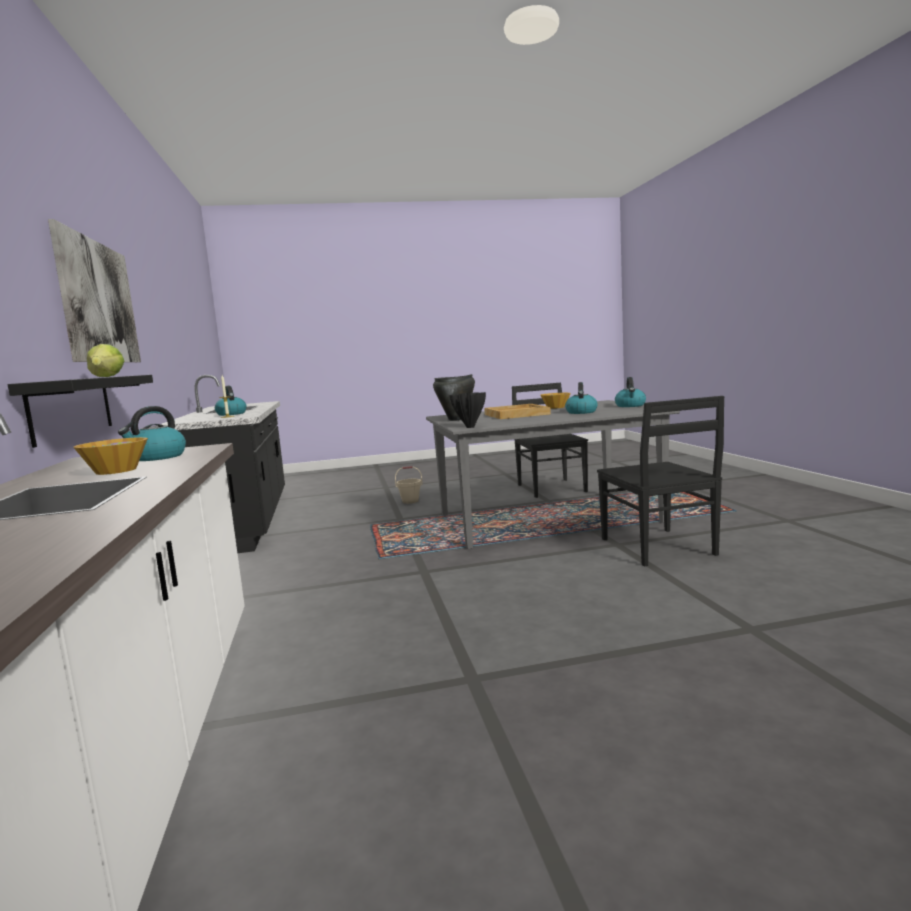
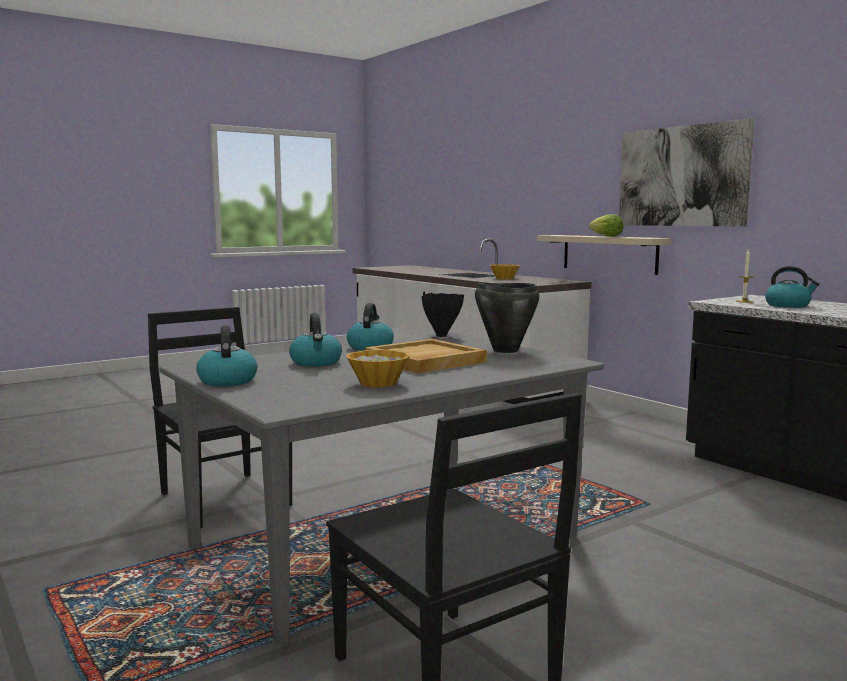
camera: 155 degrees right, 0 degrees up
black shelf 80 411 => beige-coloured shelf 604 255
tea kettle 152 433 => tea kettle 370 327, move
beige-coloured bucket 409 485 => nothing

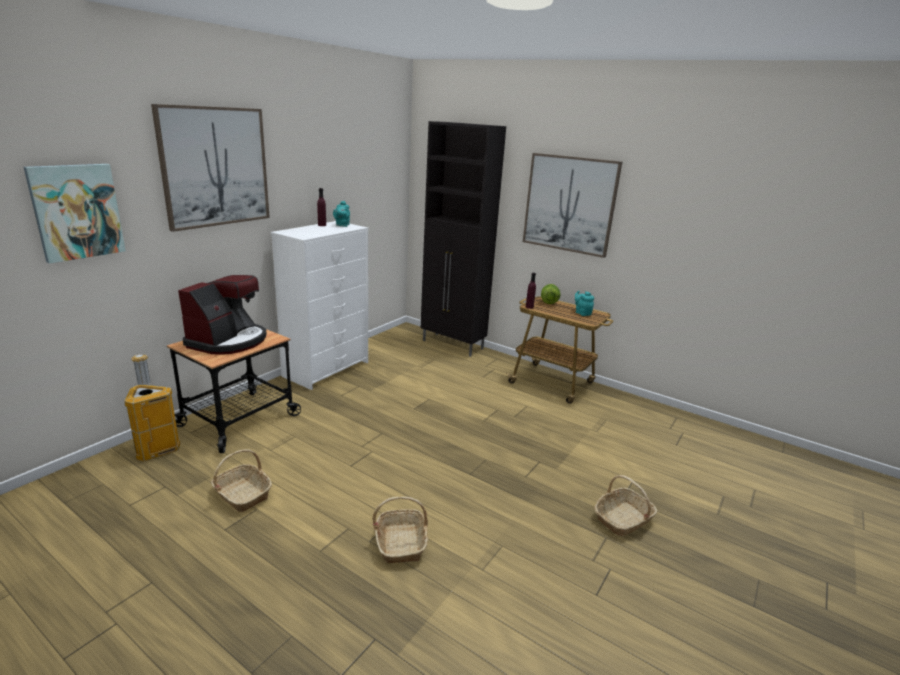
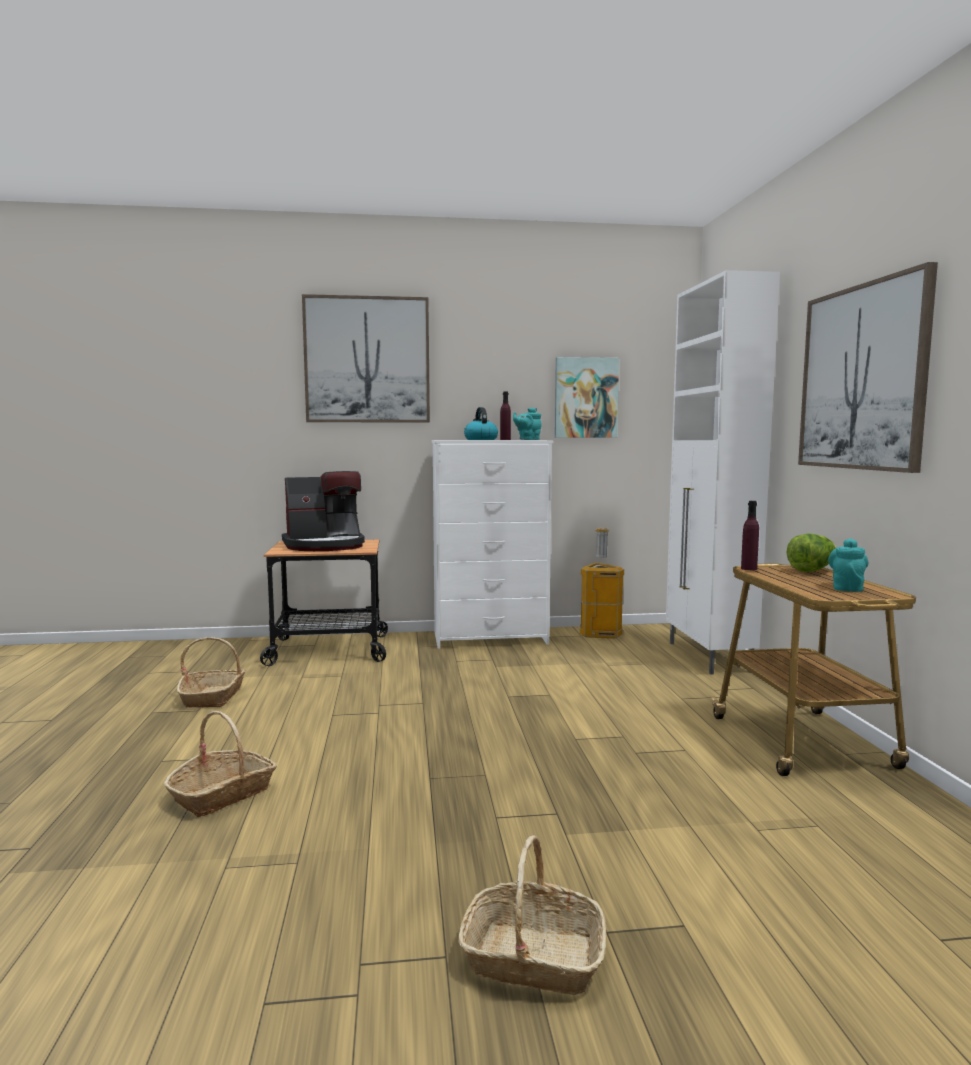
camera: 50 degrees right, 15 degrees down
black storage cabinet 463 239 => whitish storage cabinet 723 472
picture 75 214 => picture 587 397, move
trash can 152 407 => trash can 602 583, move
nothing => tea kettle 481 423

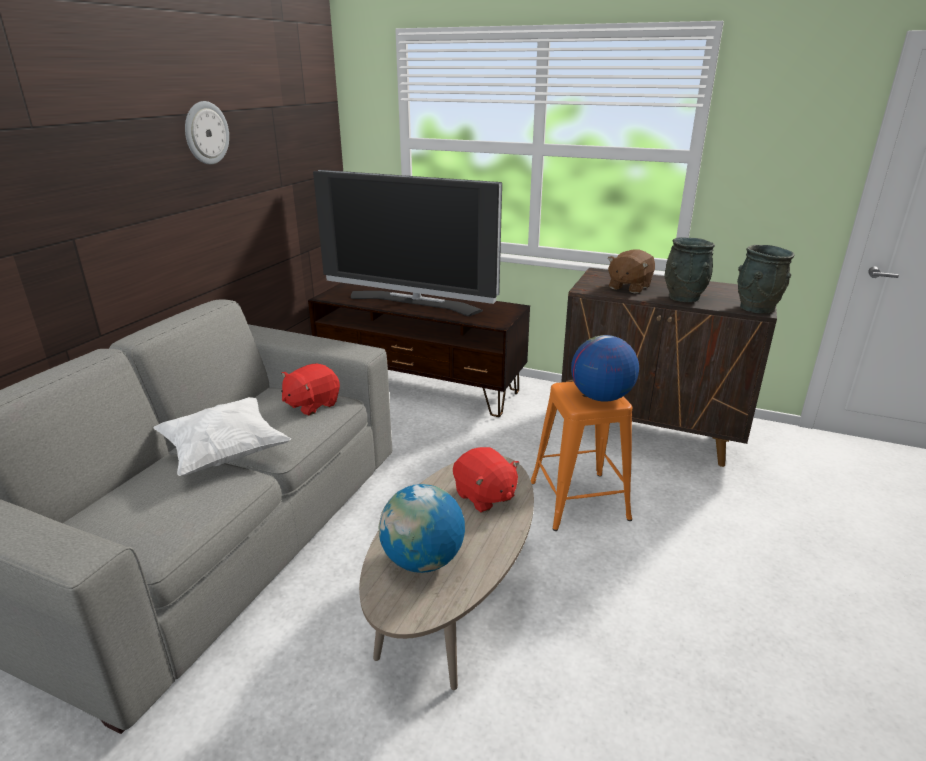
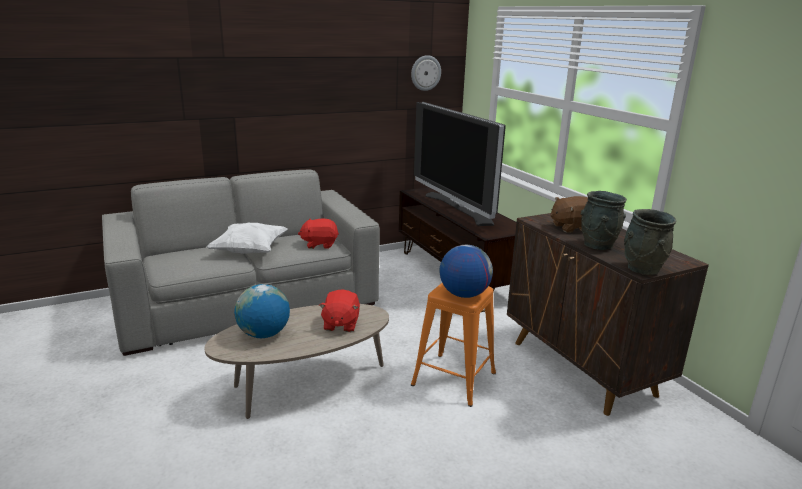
camera: 40 degrees right, 5 degrees down
wall clock 207 133 => wall clock 426 73, move

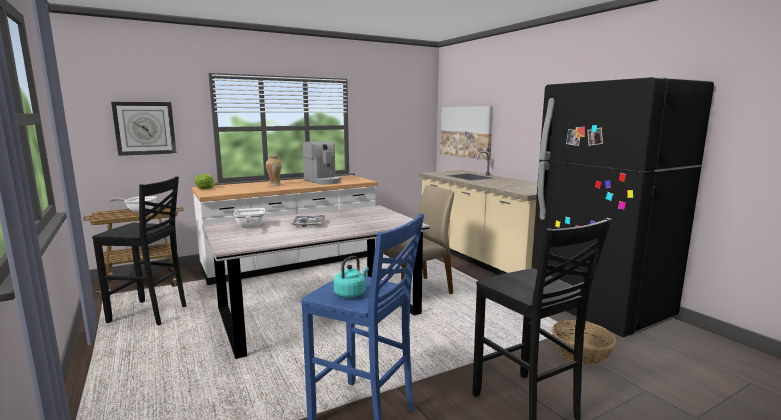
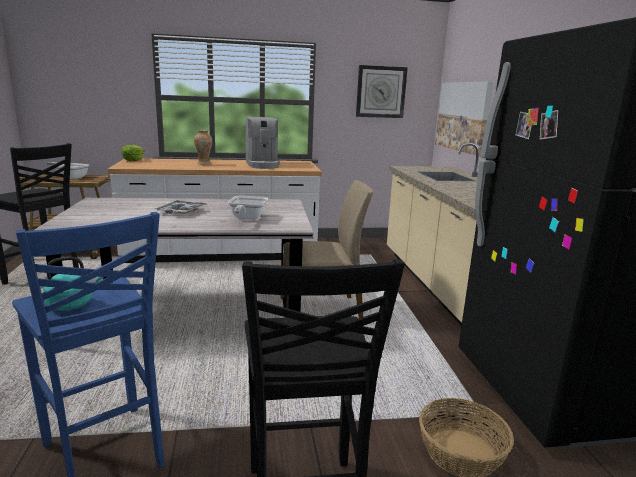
camera: 20 degrees right, 5 degrees up
wall clock 143 129 => wall clock 382 91, move
frying pan 249 218 => frying pan 248 208, move

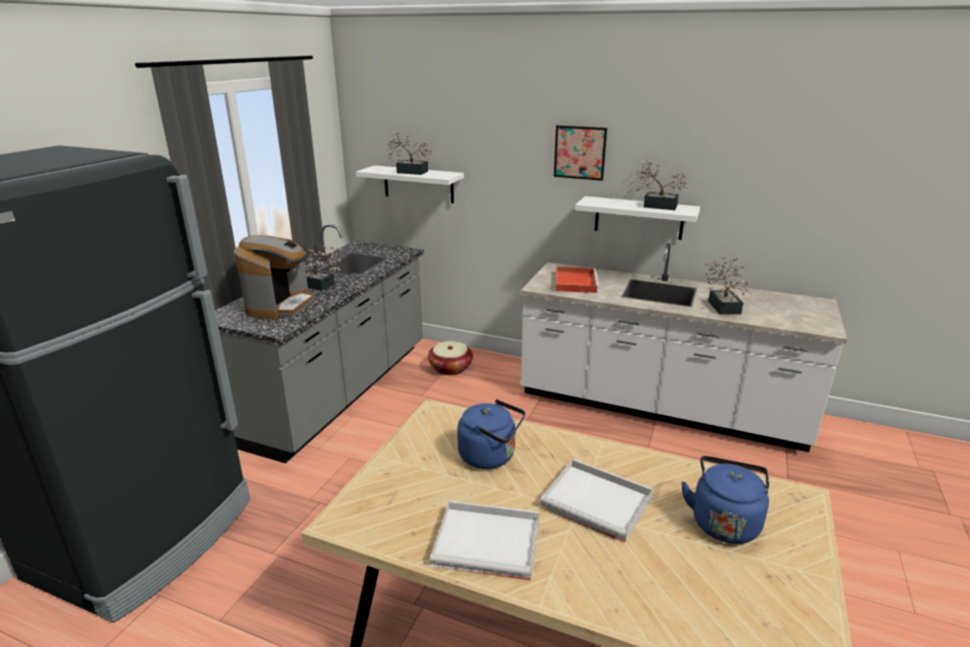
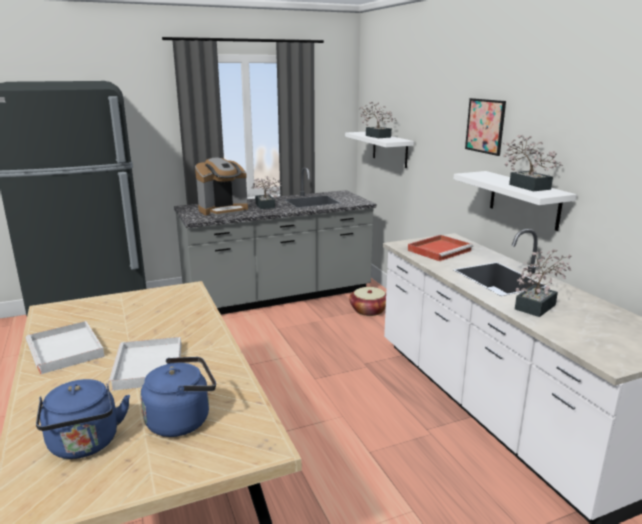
camera: 45 degrees right, 5 degrees down
bluish tea kettle 491 434 => bluish tea kettle 83 419, move

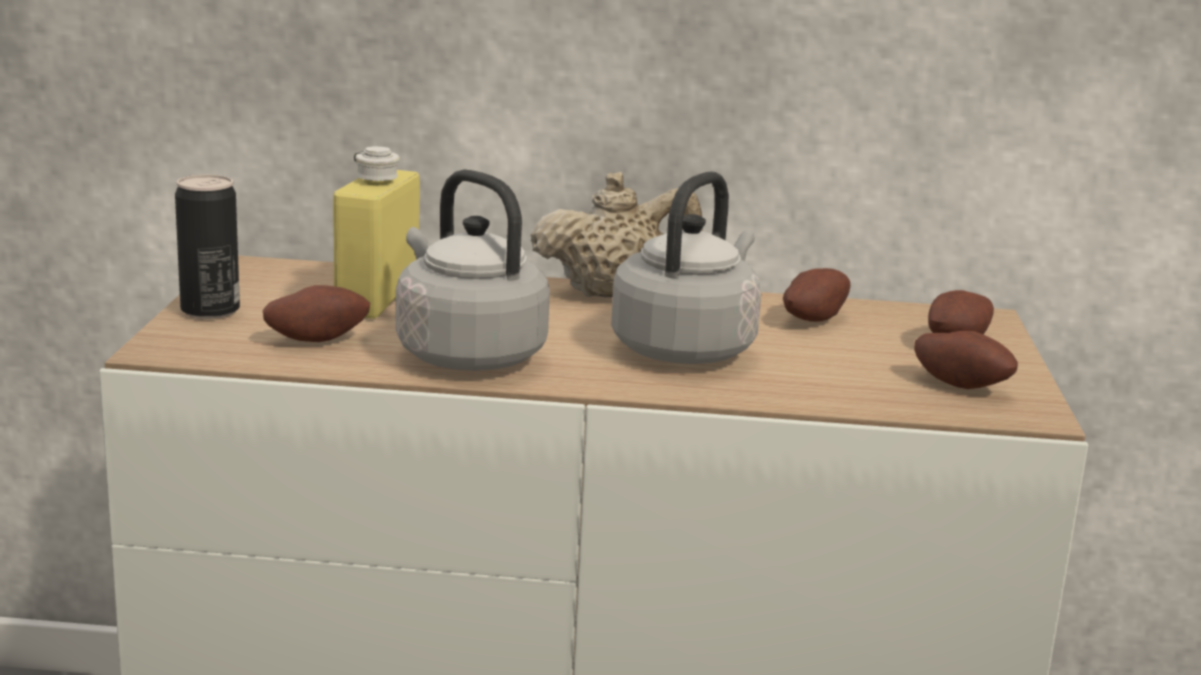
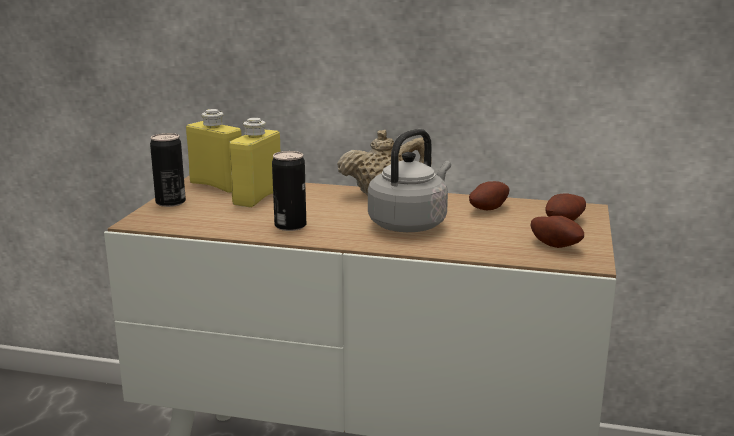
camera: 10 degrees right, 0 degrees up
gray tea kettle 473 270 => metal can 289 191
spud 316 313 => nothing
nothing => yellow-coloured beverage bottle 214 151

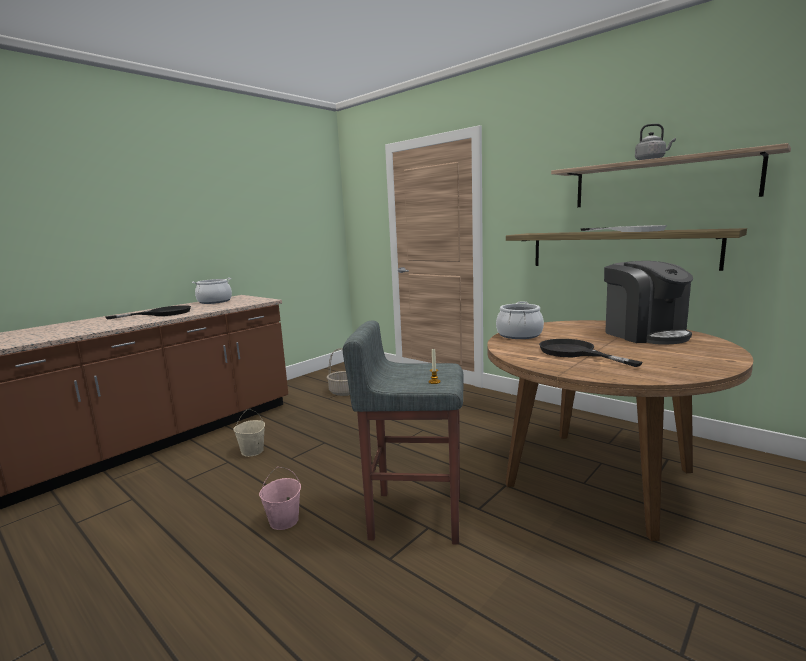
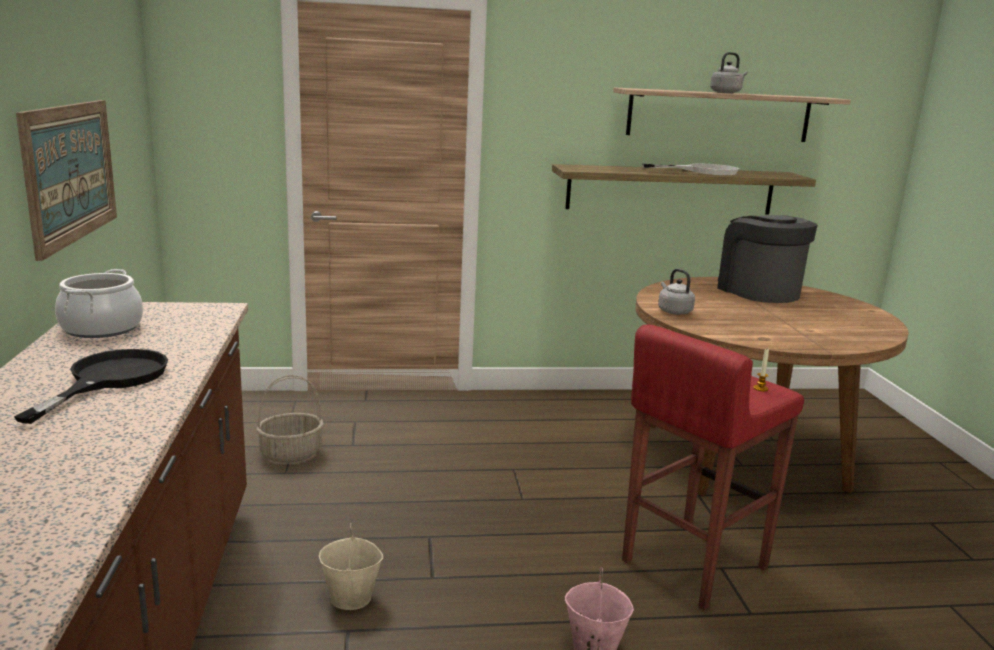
camera: 50 degrees left, 5 degrees up
coffee brewer 648 302 => coffee brewer 767 259, 135 degrees counterclockwise
stockpot 520 320 => gray tea kettle 676 292
gray stool seat 403 433 => red stool seat 713 467
black frying pan 591 353 => nothing
nothing => picture 66 180

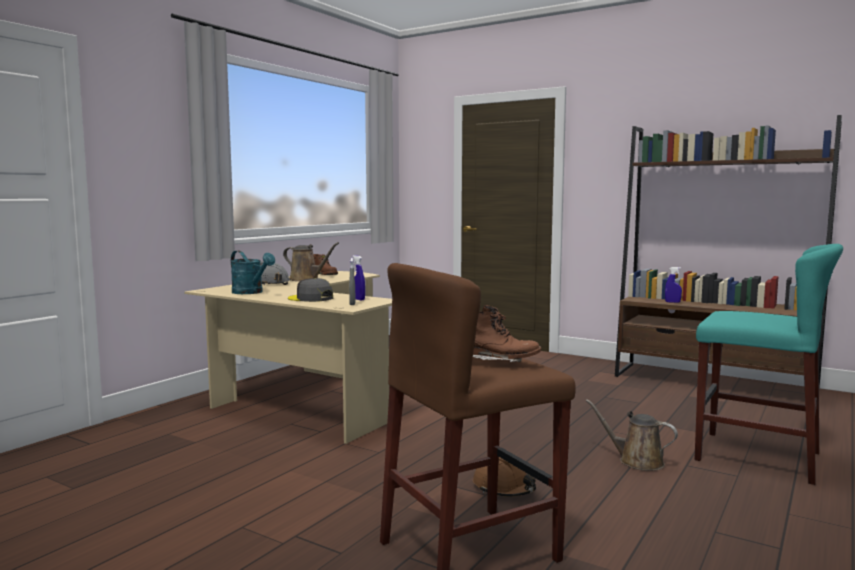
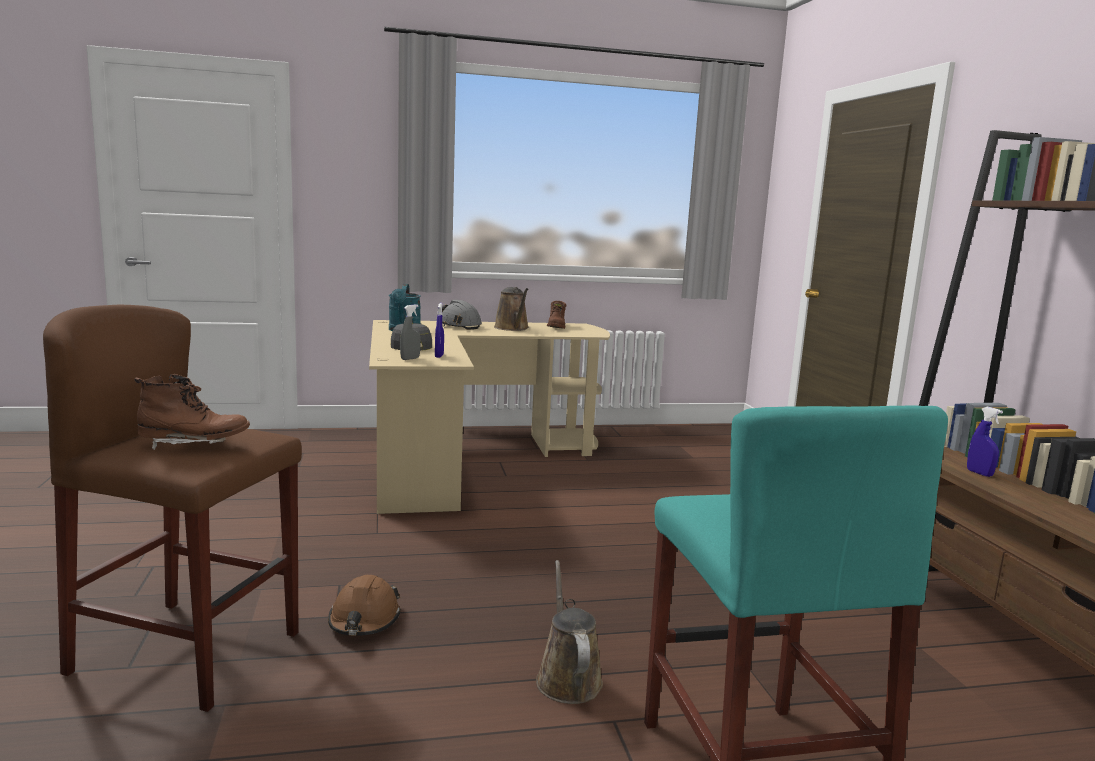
camera: 45 degrees right, 5 degrees up
brownish boot 507 333 => brownish boot 192 412, 75 degrees counterclockwise

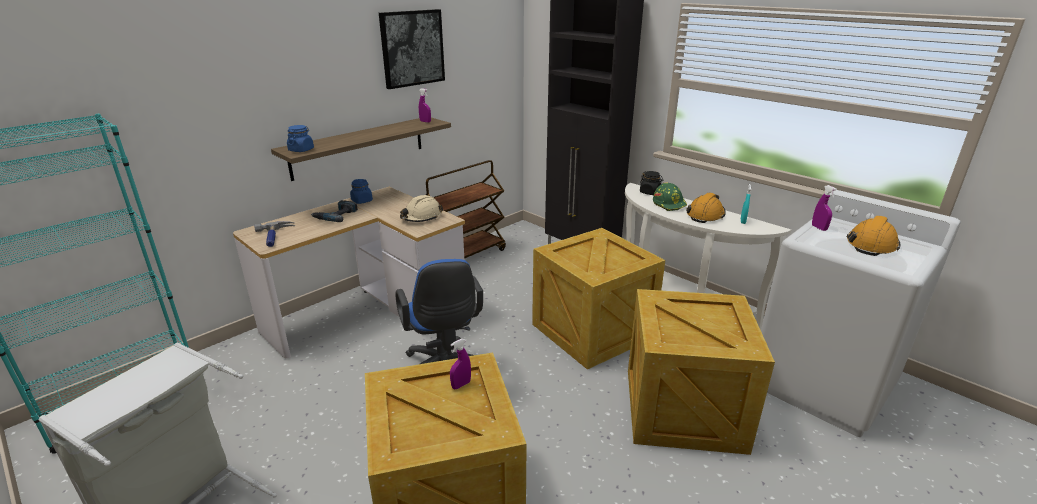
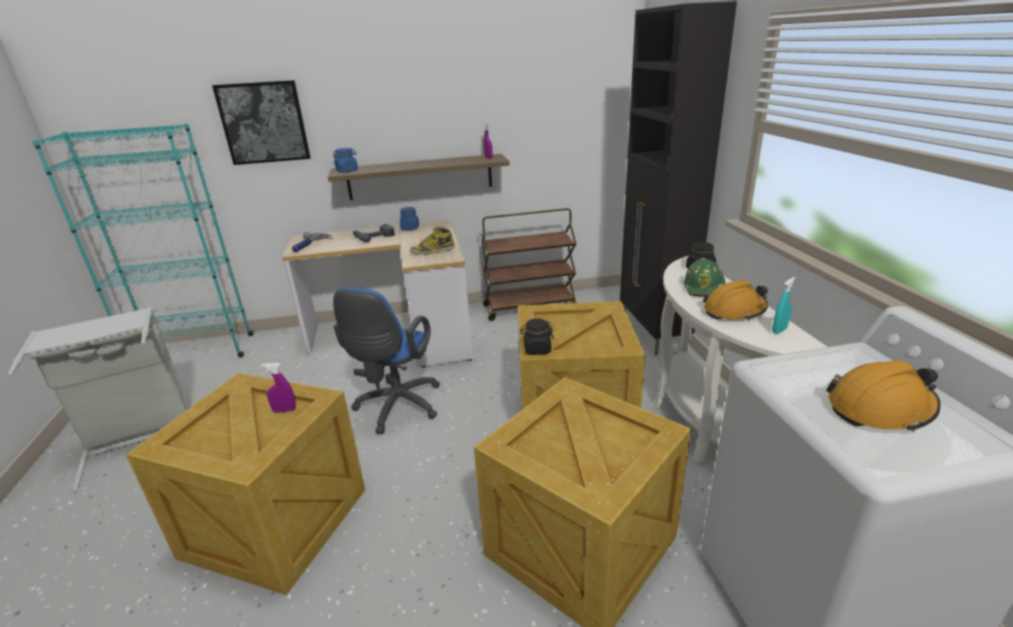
camera: 35 degrees right, 0 degrees up
picture 412 49 => picture 261 122, move
purple spray bottle 824 208 => nothing
beige-coloured hard hat 421 208 => boot 432 241
nothing => black storage jar 537 336

